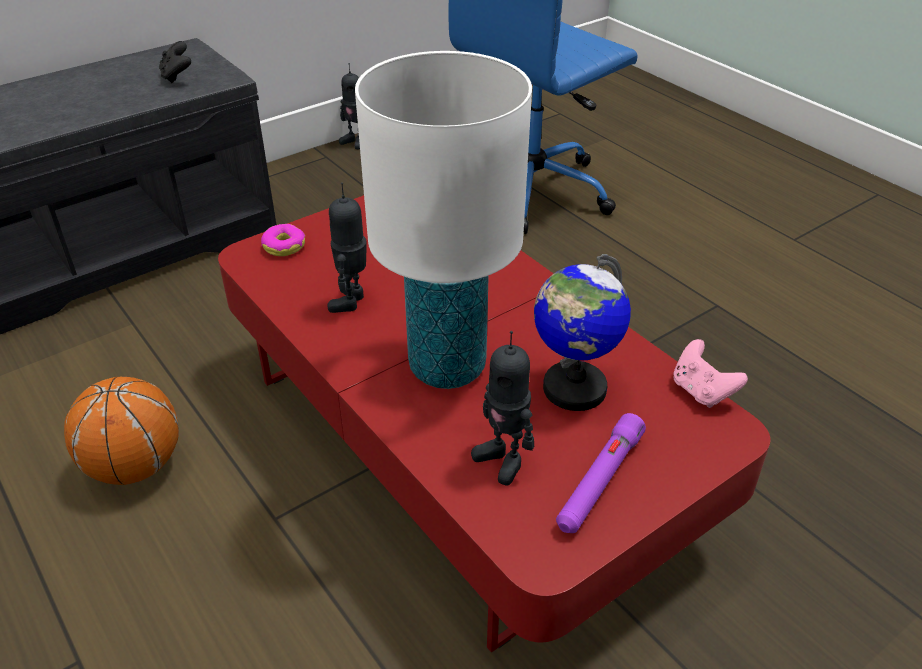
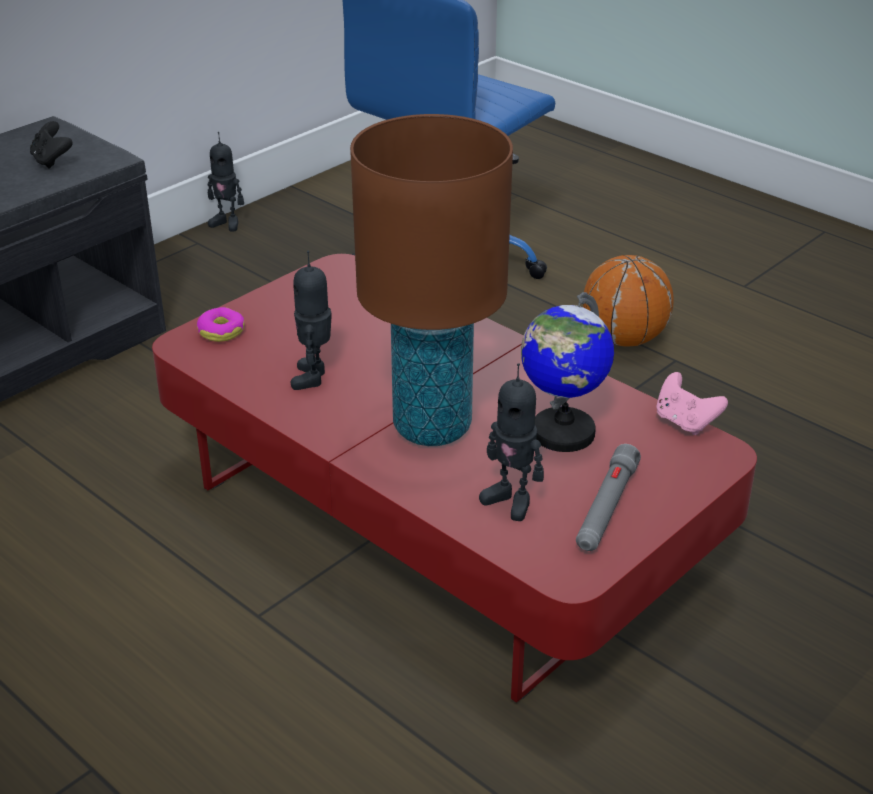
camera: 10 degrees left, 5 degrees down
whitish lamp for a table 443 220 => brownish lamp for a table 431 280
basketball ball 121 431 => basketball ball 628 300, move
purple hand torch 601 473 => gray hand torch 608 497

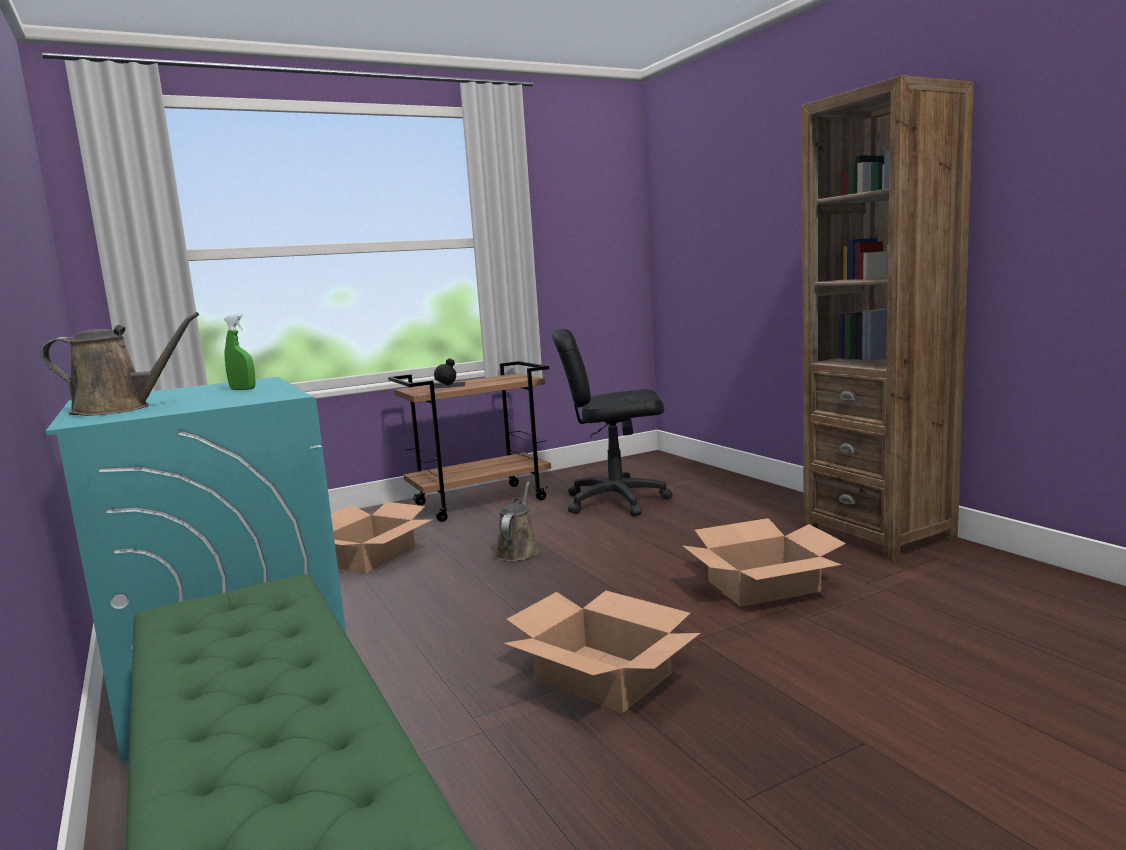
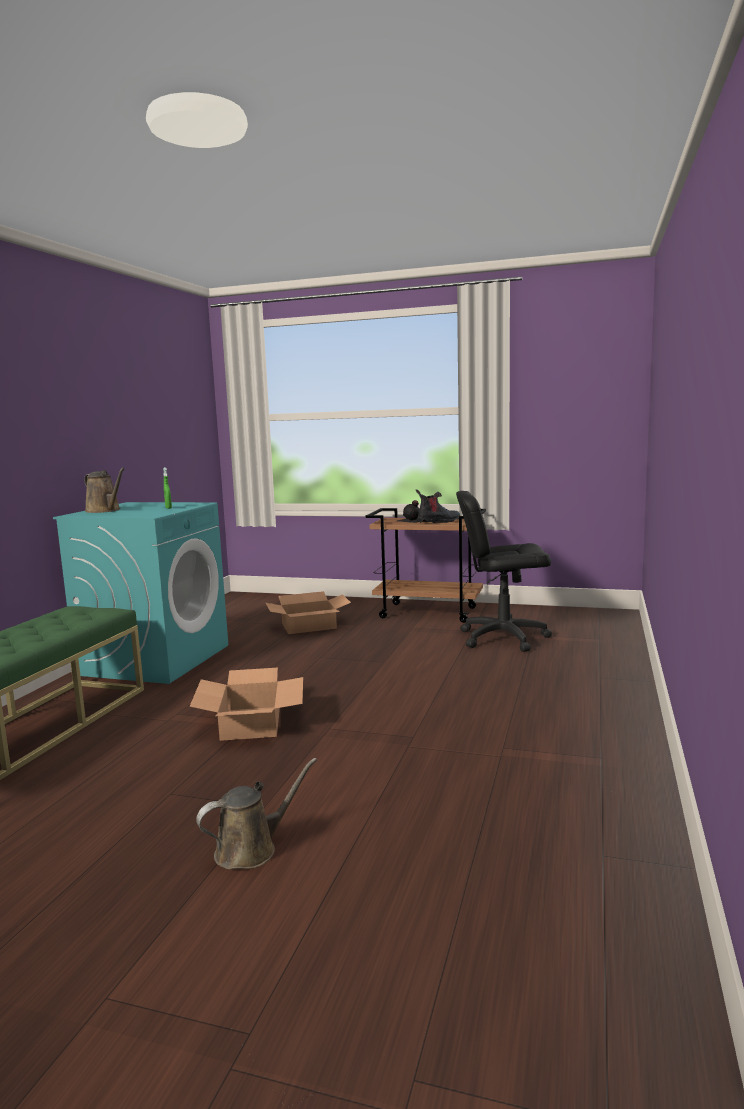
camera: 45 degrees right, 0 degrees up
brownish bookcase 888 318 => nothing
black computer chair 612 422 => black computer chair 504 571, 45 degrees counterclockwise
brownish sprinkling can 516 521 => brownish sprinkling can 256 814, move
carton 764 562 => nothing
nothing => boot 438 506

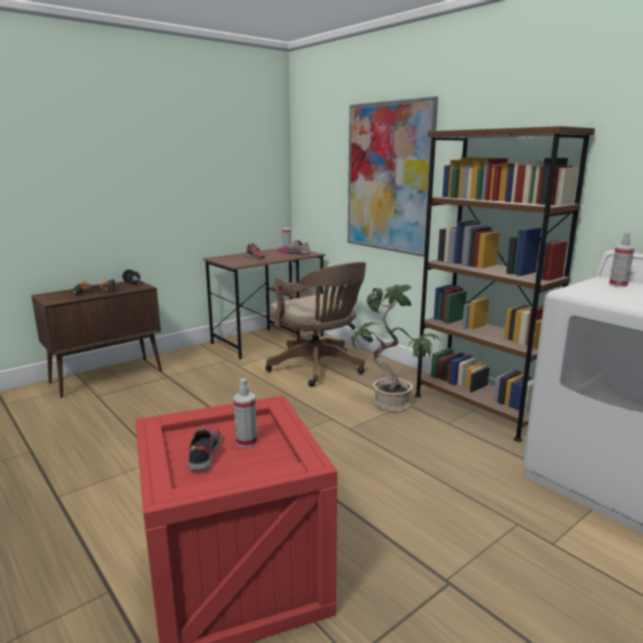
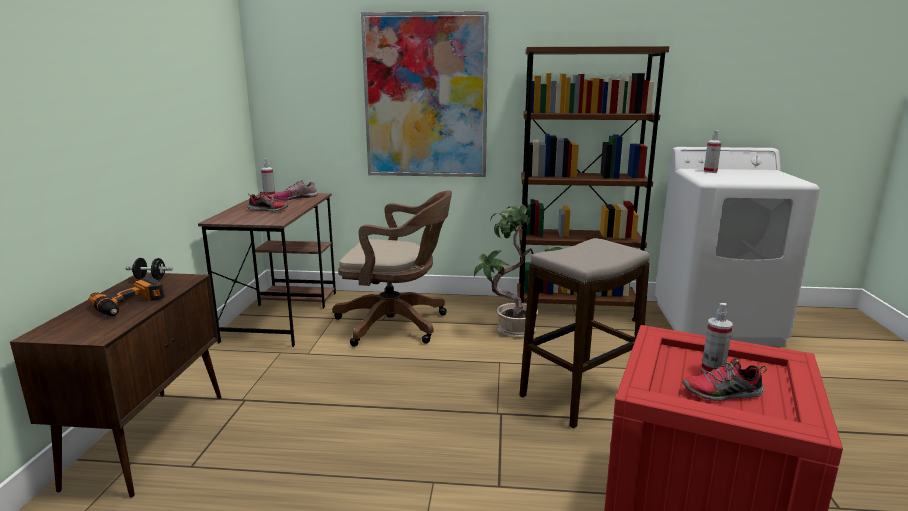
camera: 45 degrees left, 0 degrees up
shoe 204 448 => shoe 724 380, 45 degrees counterclockwise
nothing => stool seat 585 333

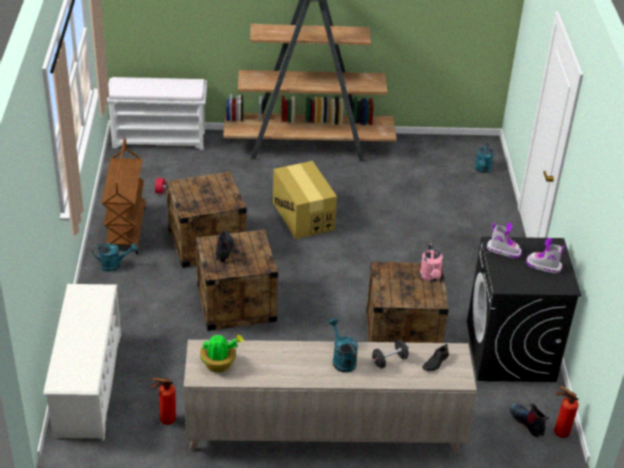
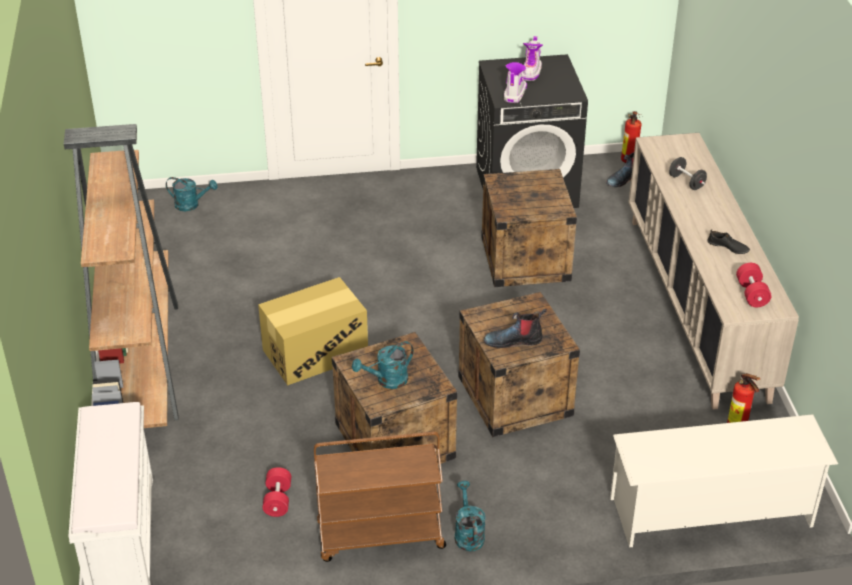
camera: 95 degrees left, 0 degrees up
pinkish sprinkling can 431 263 => nothing
turquoise-coloured sprinkling can 343 345 => turquoise-coloured sprinkling can 383 365, move
houseplant 222 354 => red hand weight 754 285
black shoe 435 357 => black shoe 729 241, move

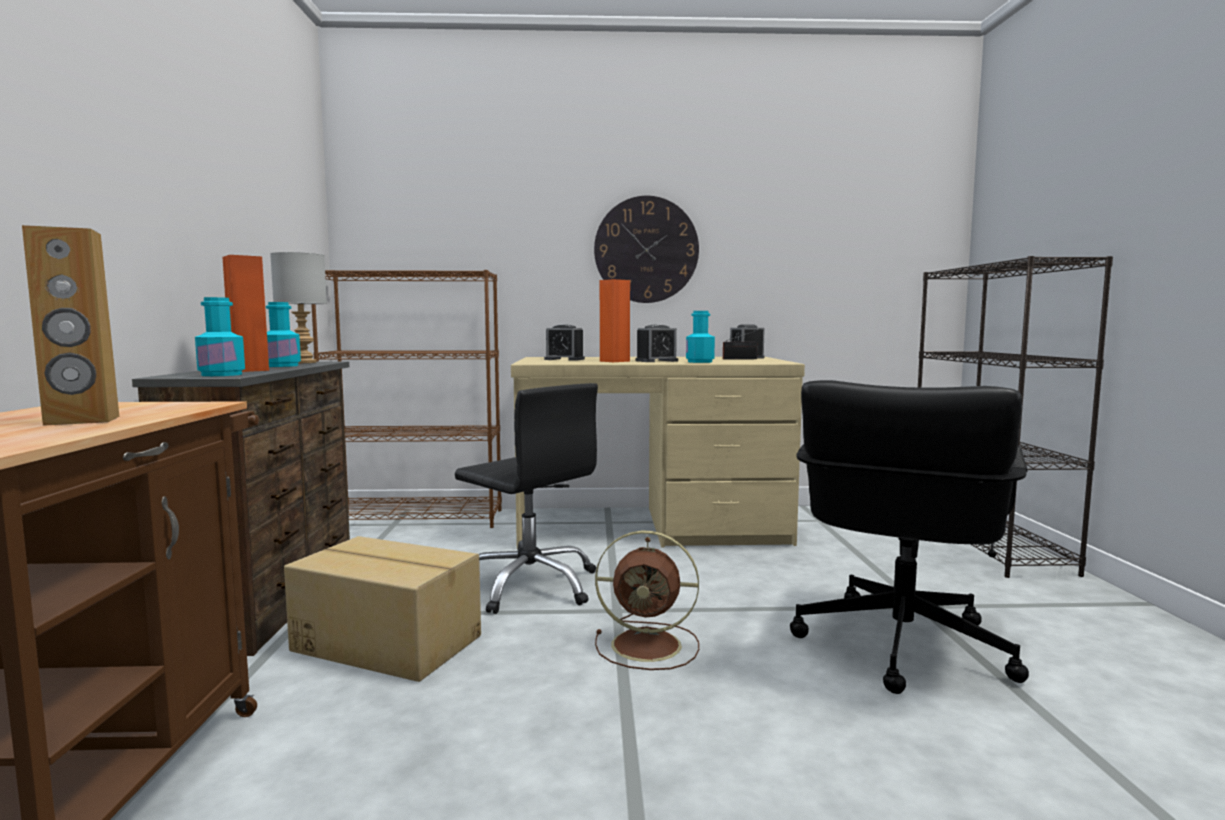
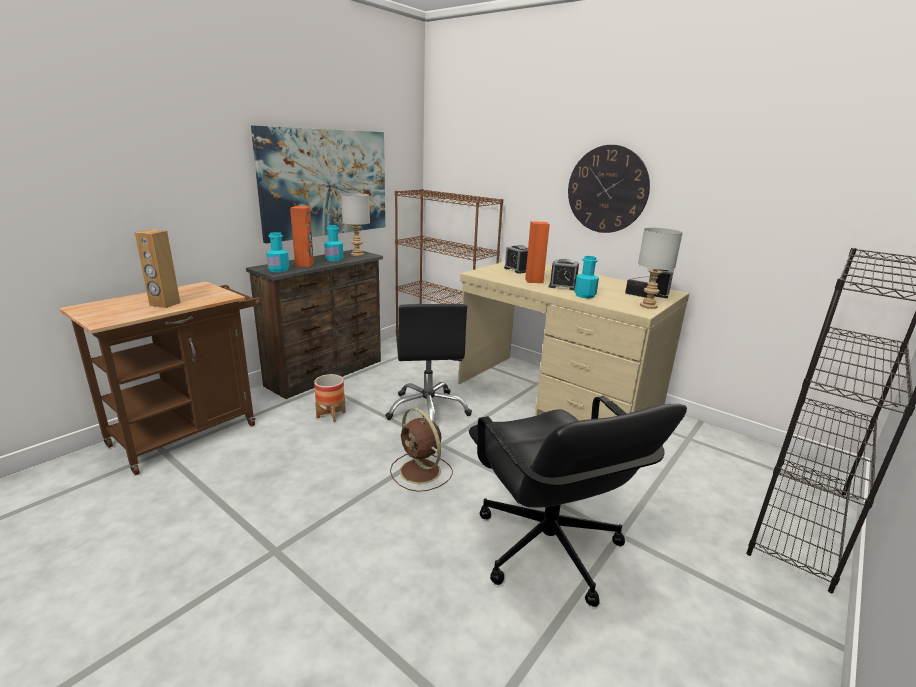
camera: 40 degrees right, 15 degrees up
black computer chair 909 537 => black computer chair 578 501, 90 degrees counterclockwise
carton 382 609 => planter 330 398
nothing => picture 318 184
nothing => gray lamp for a table 660 268

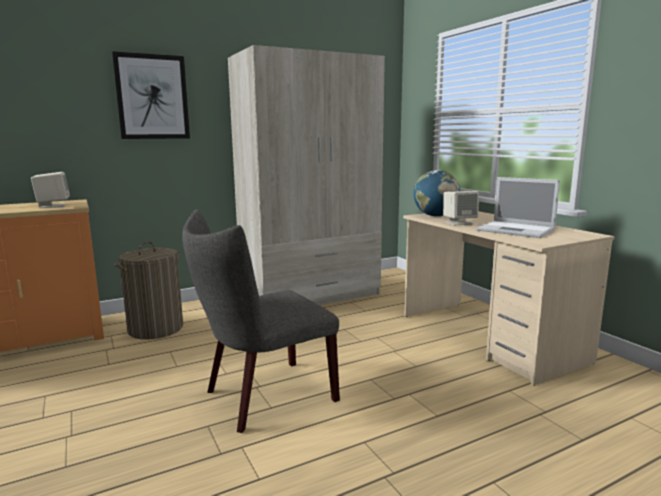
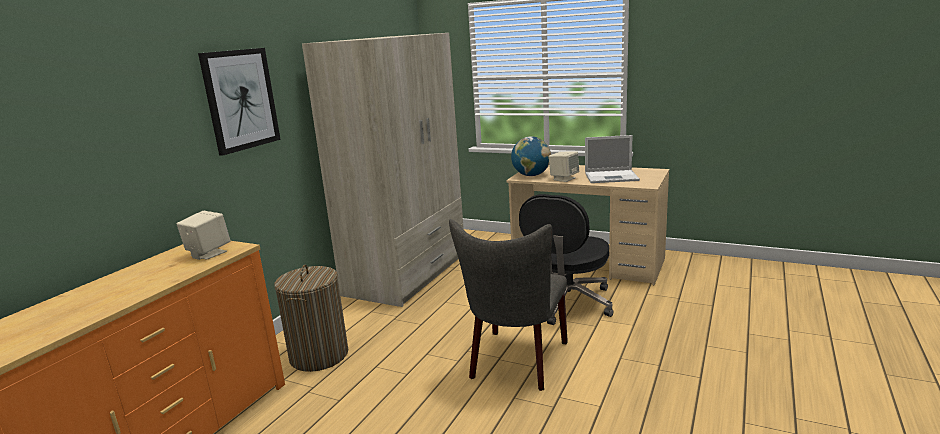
camera: 35 degrees left, 5 degrees up
nothing => black computer chair 566 259

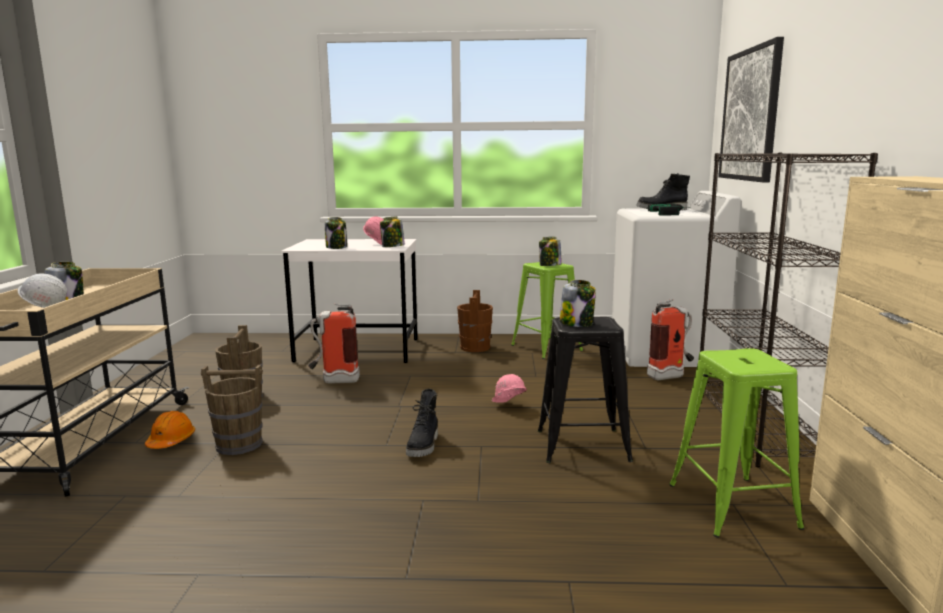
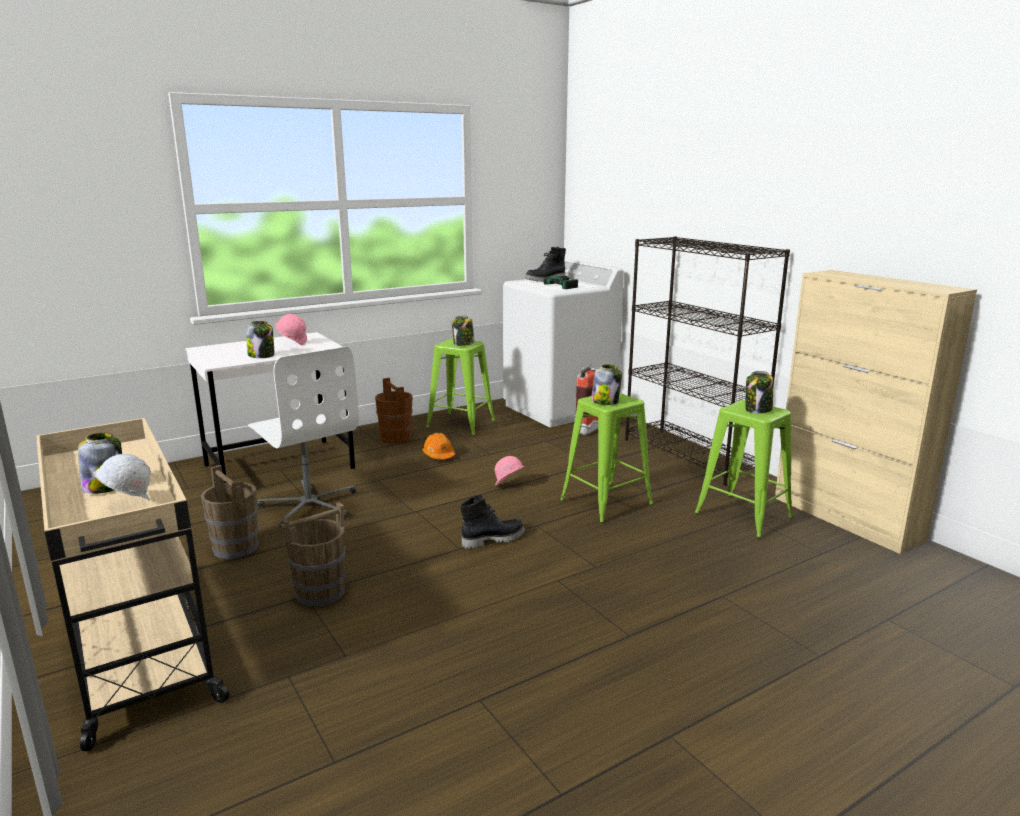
camera: 35 degrees left, 5 degrees up
picture 751 110 => nothing
storage jar 392 231 => storage jar 759 392, move
fire-fighting cylinder 334 343 => whitish computer chair 303 437
black stool seat 585 390 => greenish stool seat 607 458
black boot 422 423 => black boot 492 521, 90 degrees counterclockwise
orange hard hat 170 430 => orange hard hat 438 446, move

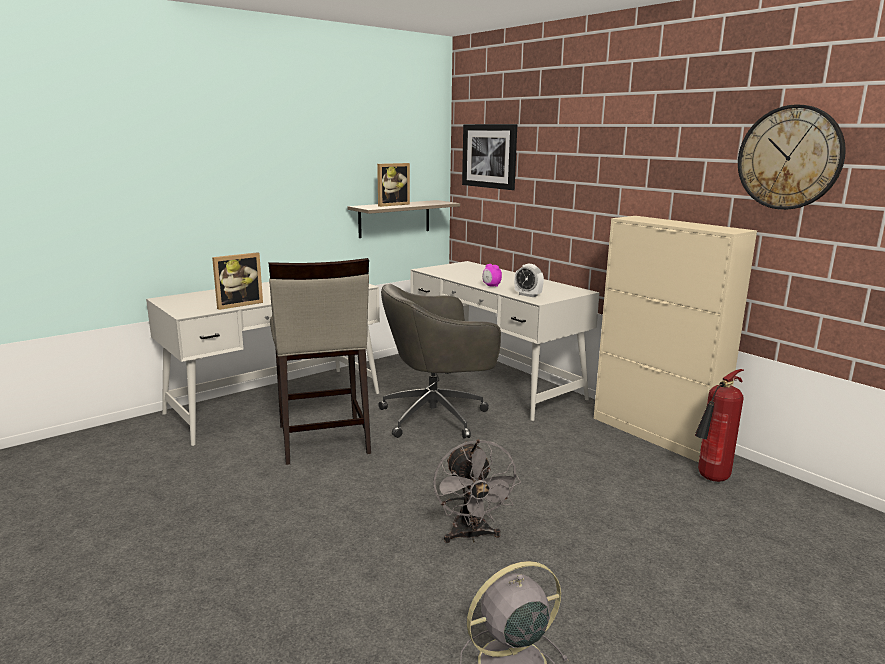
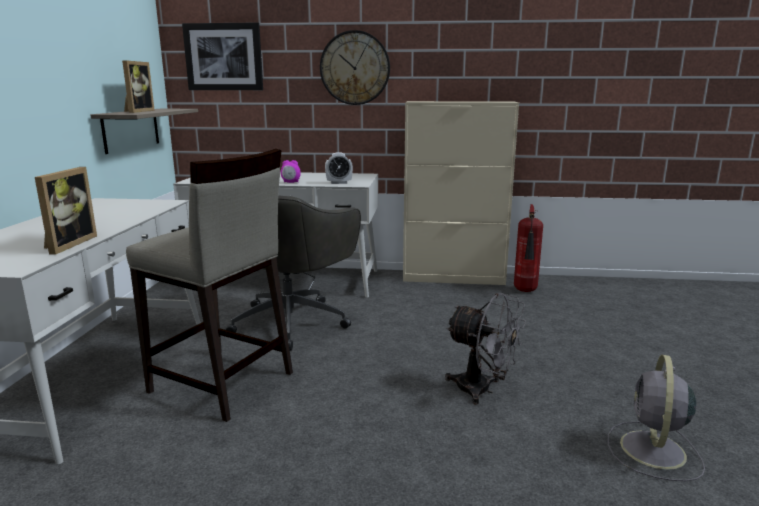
camera: 45 degrees left, 0 degrees up
wall clock 792 157 => wall clock 355 67, move

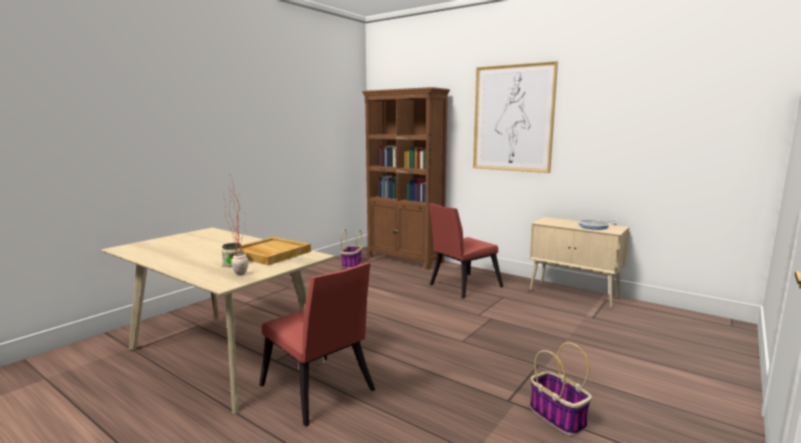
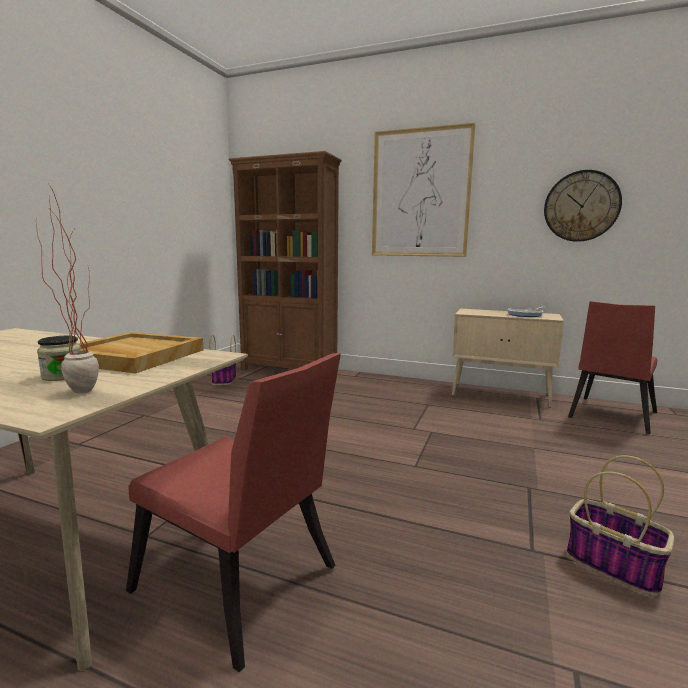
camera: 15 degrees left, 0 degrees up
red upright chair 466 250 => red upright chair 612 367, move
nothing => wall clock 583 206

